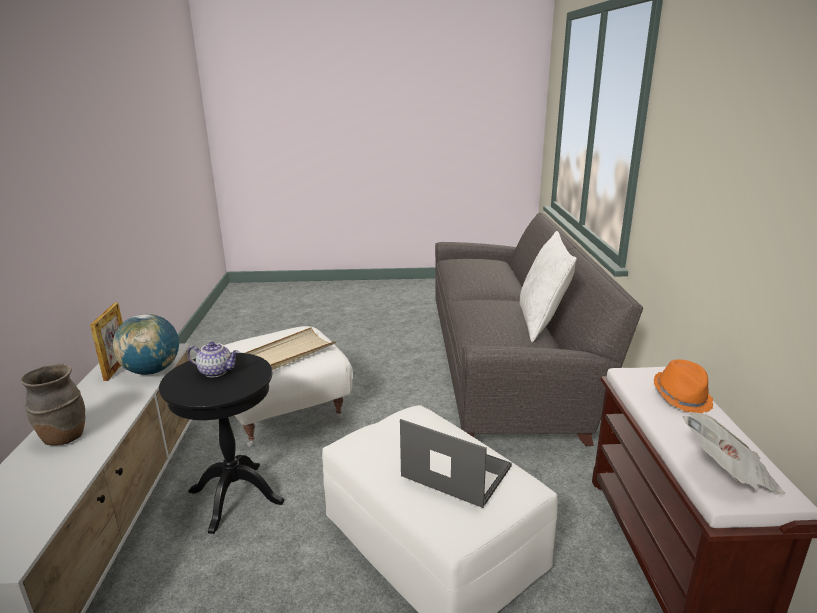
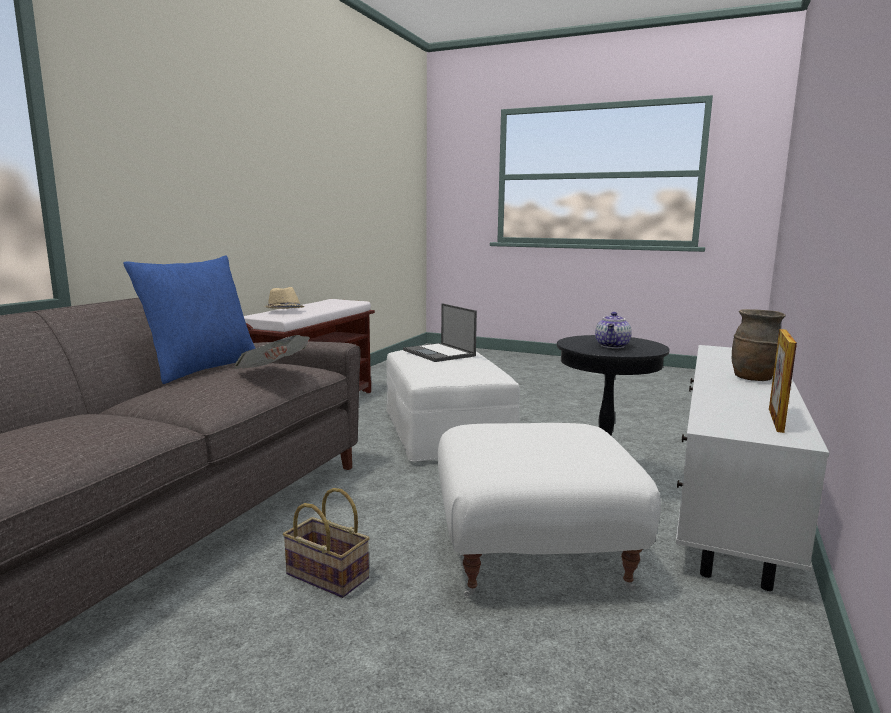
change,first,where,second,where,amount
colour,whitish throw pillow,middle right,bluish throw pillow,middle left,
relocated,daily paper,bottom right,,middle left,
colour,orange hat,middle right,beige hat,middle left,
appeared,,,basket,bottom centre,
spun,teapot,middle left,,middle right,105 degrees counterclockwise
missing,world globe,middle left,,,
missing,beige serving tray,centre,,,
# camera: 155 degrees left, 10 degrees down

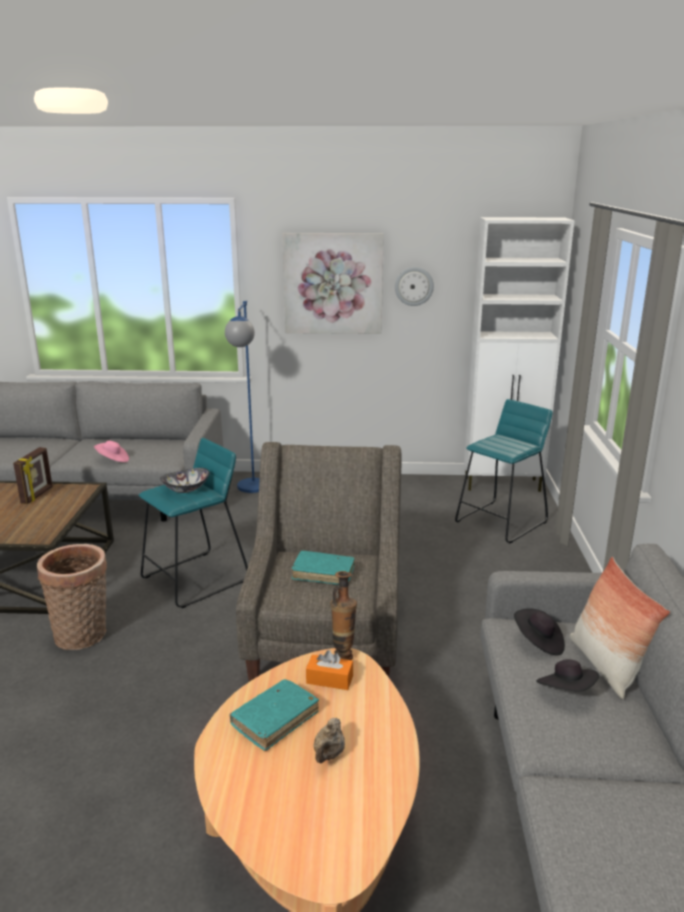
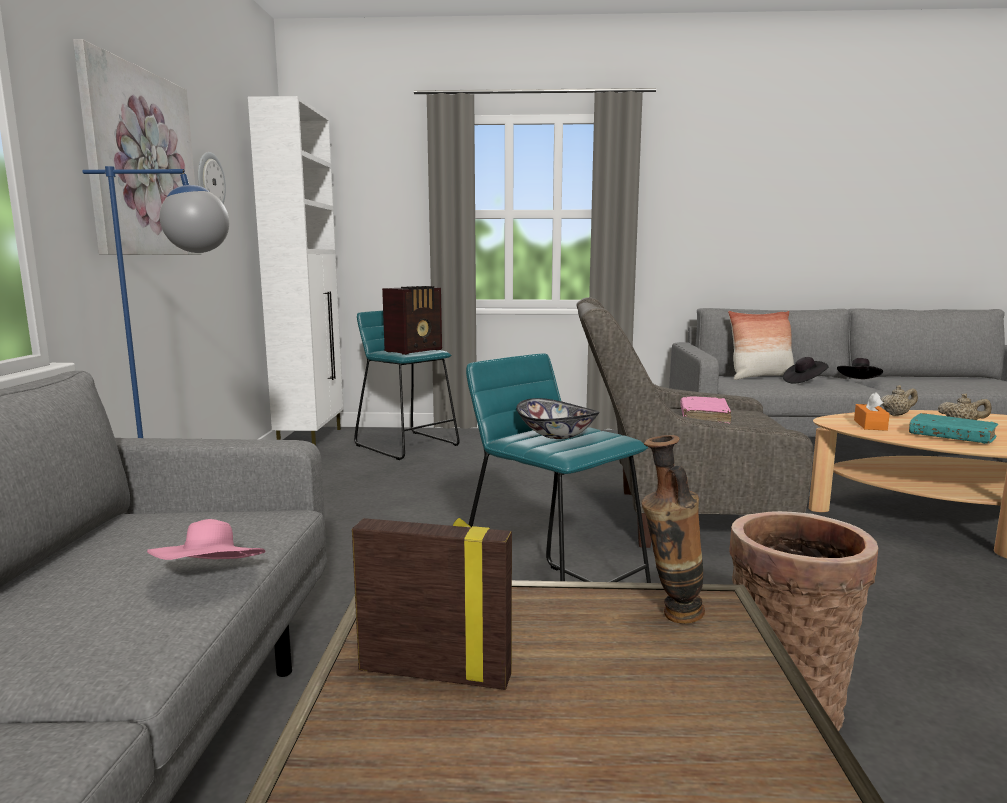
change,first,where,second,where,amount
appeared,,,radio,centre,
relocated,vase,bottom centre,,middle right,
colour,blue-green bound book (no. 2 from left),centre,pinkish bound book,middle right,
relocated,blackish hat (no. 1 from left in the first image),bottom right,blackish hat (no. 2 from left),middle right,
appeared,,,beige teapot (no. 1 from left),middle right,
# camera: 90 degrees left, 10 degrees down

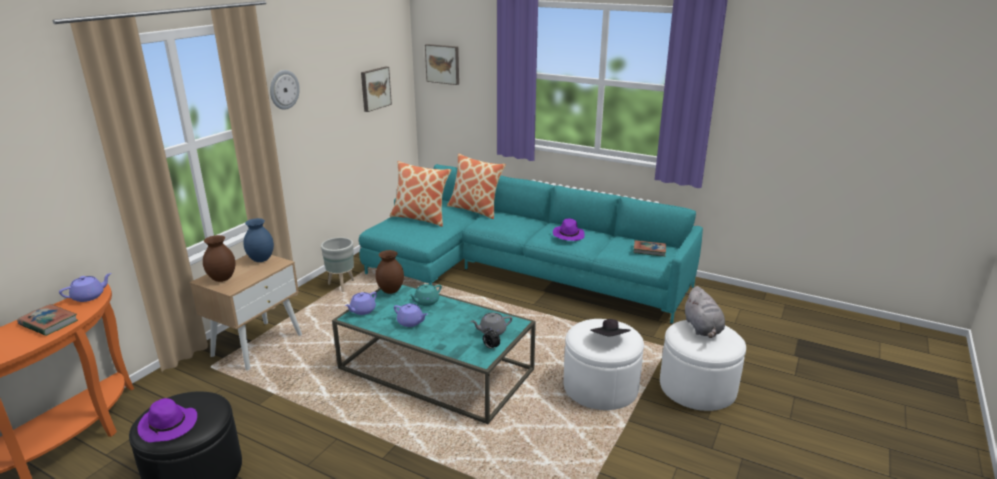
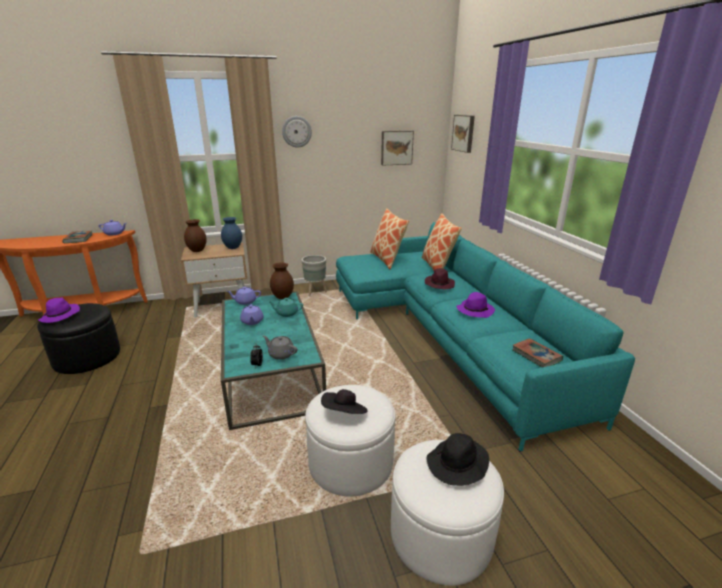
change,first,where,second,where,amount
appeared,,,purple hat (no. 2 from left),centre,
exchanged,grey plush toy,middle right,blackish hat (no. 2 from left),bottom centre,
# camera: 45 degrees right, 0 degrees up

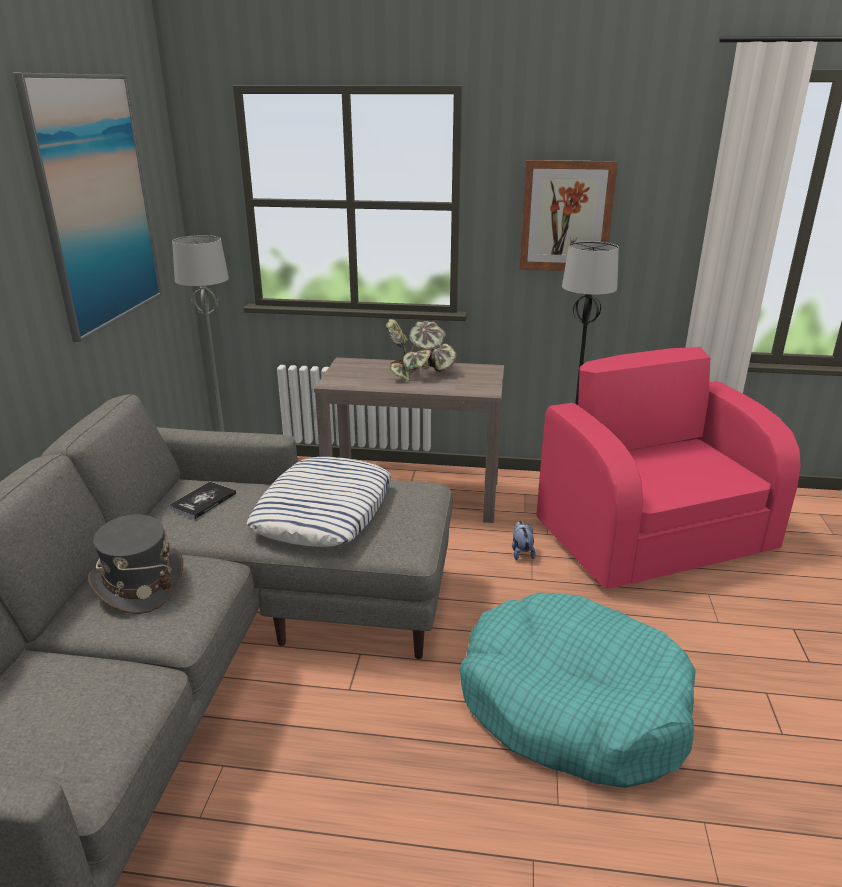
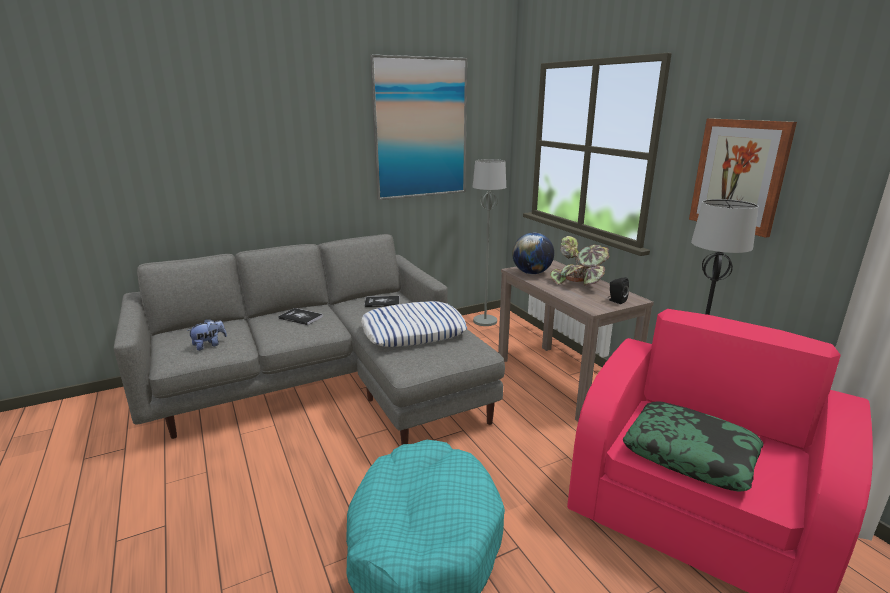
change,first,where,second,where,amount
relocated,plush toy,centre,,middle left,
exchanged,grey hat,middle left,bound book (no. 1 from left),centre,
appeared,,,world globe,centre,
appeared,,,blackish audio speaker,middle right,
appeared,,,throw pillow (no. 2 from left),bottom right,
# camera: 55 degrees right, 5 degrees down

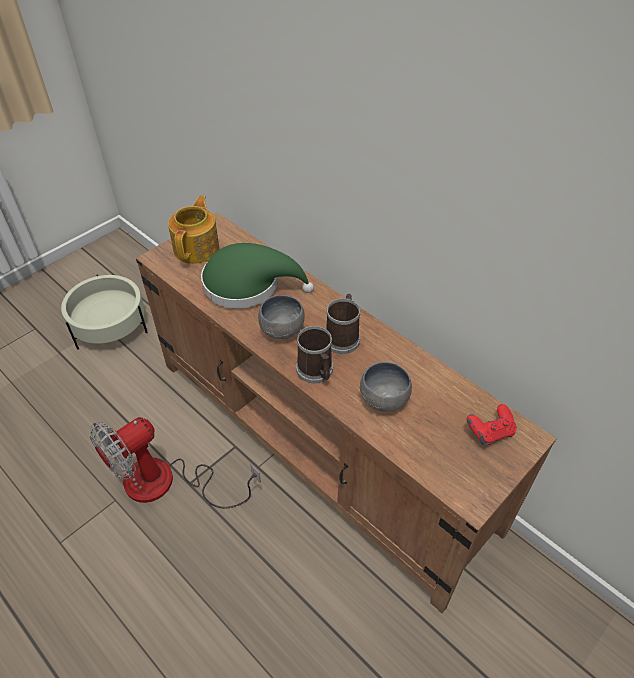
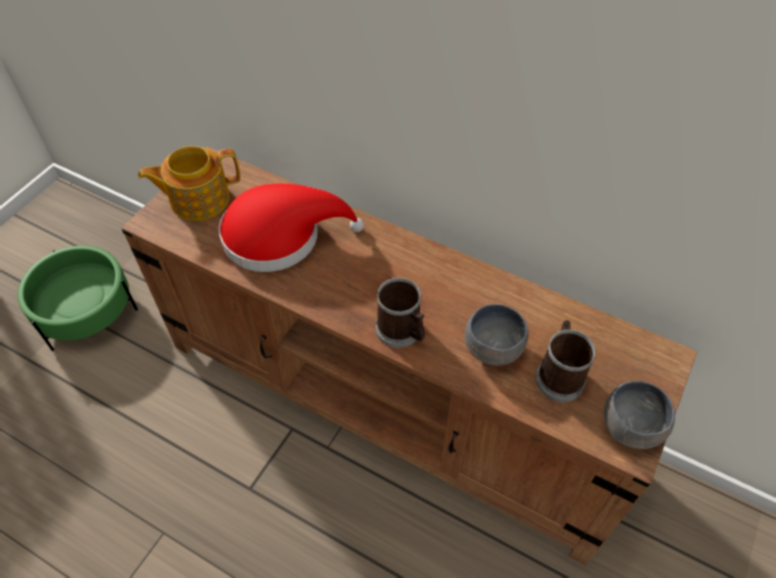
change,first,where,second,where,amount
colour,beige planter,middle left,green planter,middle left,
spun,teapot,middle left,,top left,105 degrees counterclockwise
colour,green hat,centre,red-coloured hat,centre,
relocated,tea mug (no. 2 from left),centre,,middle right,
relocated,grey deep dish (no. 1 from left in the first image),centre,grey deep dish (no. 2 from left),bottom right,
missing,cooling fan,bottom left,,,
missing,red-coloured joypad,middle right,,,
# camera: 15 degrees left, 5 degrees up

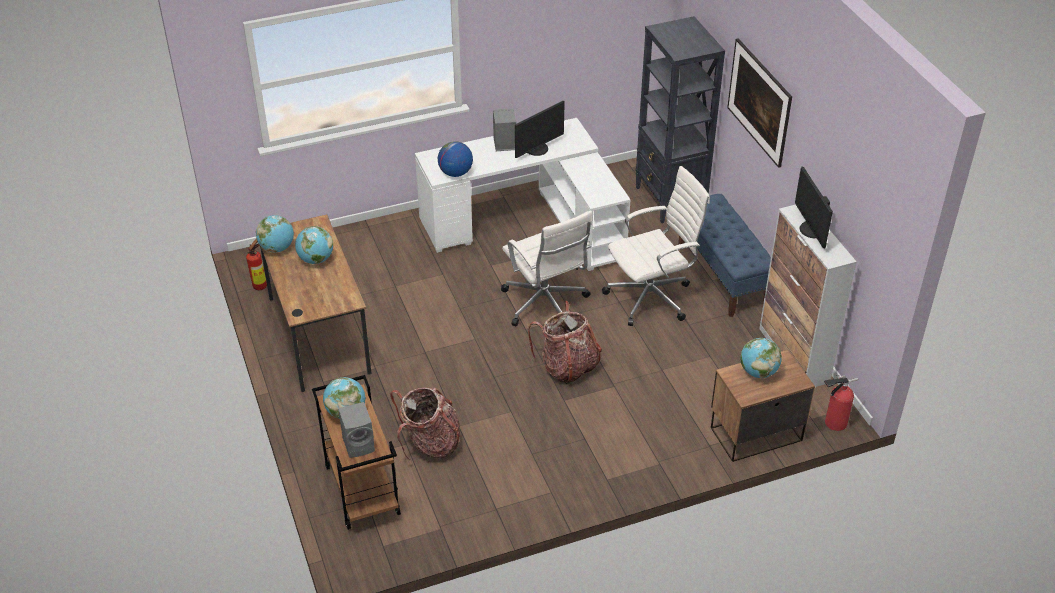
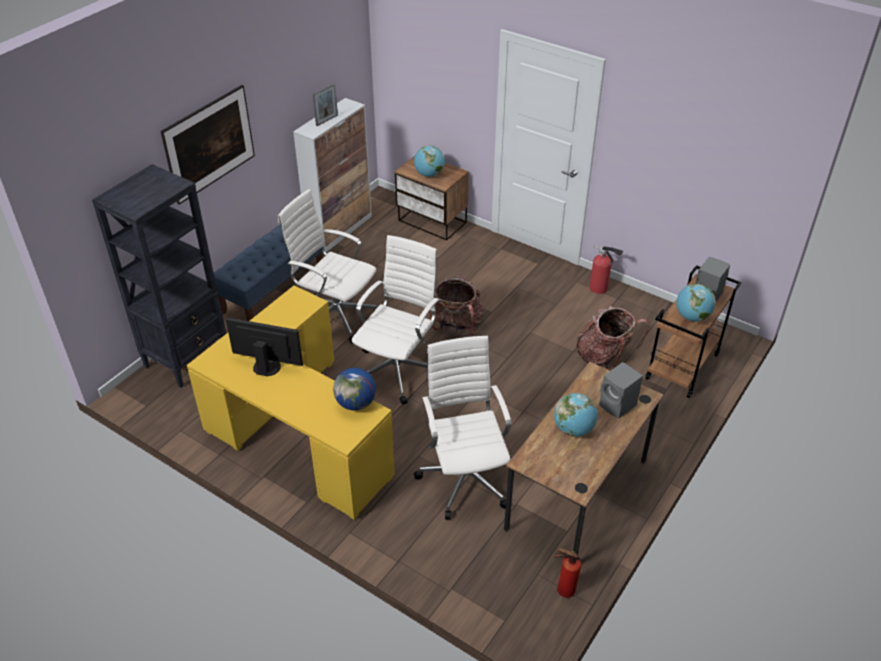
change,first,where,second,where,amount
colour,whitish desk,top centre,yellowish desk,middle left,
exchanged,computer screen (no. 2 from left),middle right,picture frame,top centre,
appeared,,,whitish office chair (no. 3 from left),centre,
relocated,fire extinguisher (no. 2 from left),bottom right,,middle right,
relocated,grey audio speaker (no. 2 from left in the first image),top centre,grey audio speaker (no. 1 from left),middle right,
missing,world globe (no. 1 from left),middle left,,,
# camera: 125 degrees left, 0 degrees up

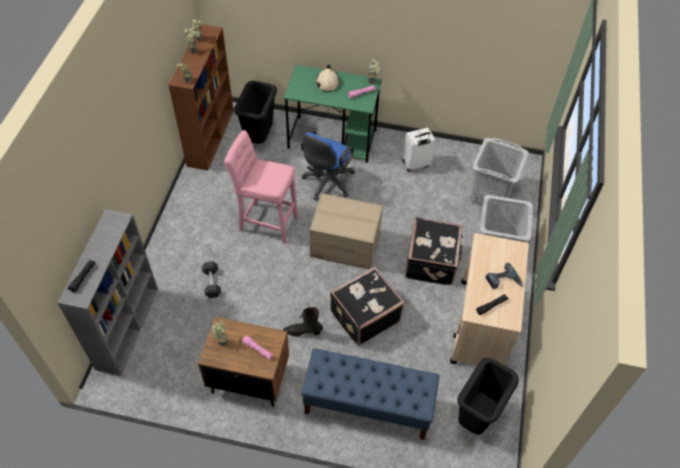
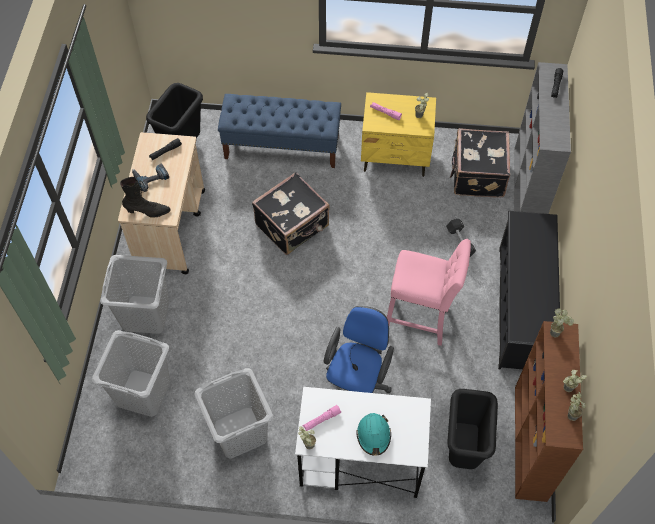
change,first,where,second,where,amount
relocated,blackish boot,bottom centre,,middle left,
exchanged,whitish piece of luggage,top centre,grey laundry basket (no. 3 from left),bottom centre,
colour,green desk,top centre,whitish desk,bottom centre,
colour,beige hard hat,top centre,blue-green hard hat,bottom centre,
colour,brown-coloured bedside table,bottom centre,yellowish bedside table,top centre,
relocated,blackish piece of luggage (no. 2 from left),centre,,top right,
appeared,,,blackish shoe stand,middle right,
missing,packing box,centre,,,
# camera: 175 degrees right, 5 degrees up

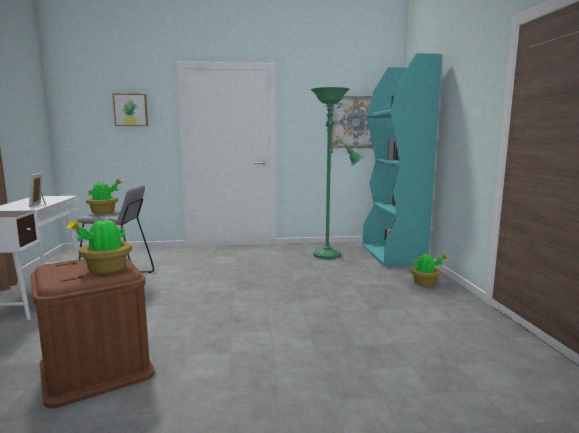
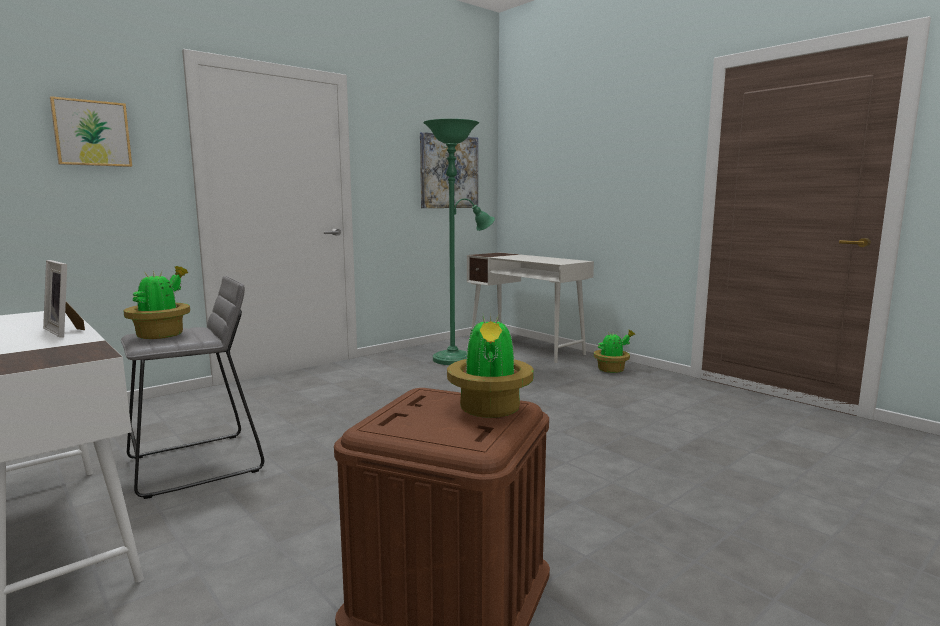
change,first,where,second,where,amount
exchanged,blue-green bookshelf,middle right,whitish desk (no. 2 from left),centre,
# camera: 35 degrees left, 0 degrees up

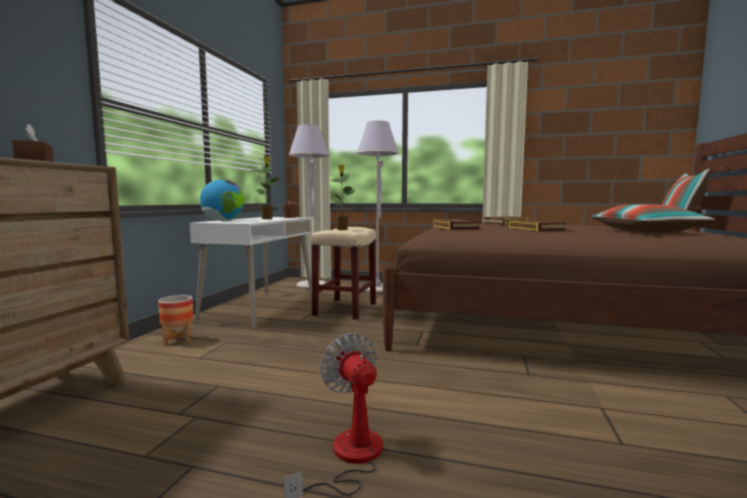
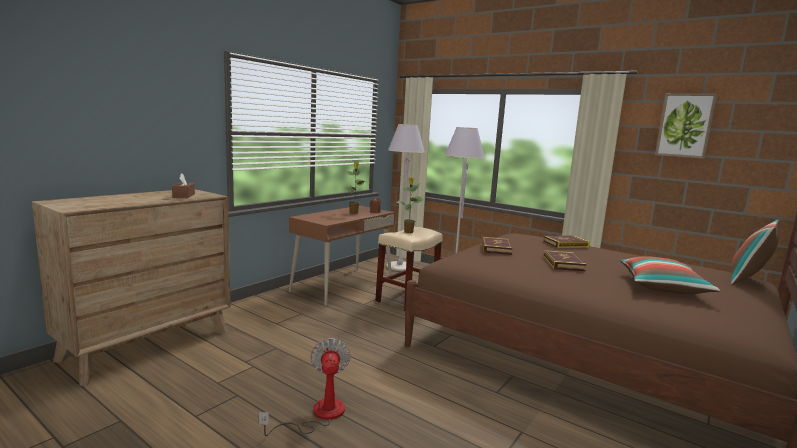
change,first,where,second,where,amount
colour,whitish desk,centre,brown-coloured desk,centre,
appeared,,,wall picture,top right,
missing,planter,middle left,,,
missing,world globe,middle left,,,
# camera: 20 degrees right, 5 degrees up

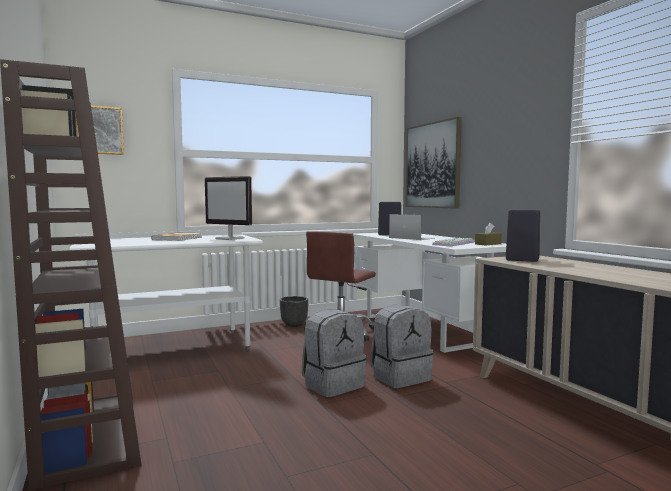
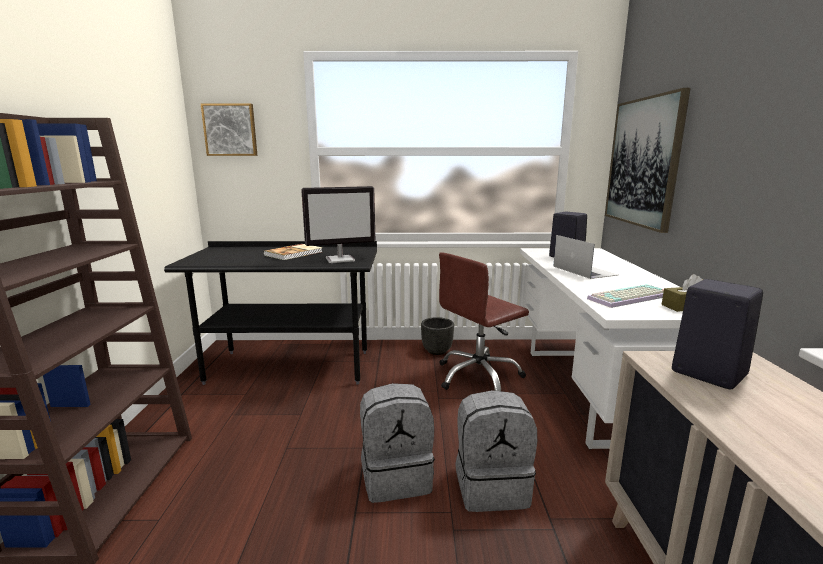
change,first,where,second,where,amount
colour,whitish desk (no. 1 from left),middle left,blackish desk,middle left,
spun,computer screen,centre,,centre,75 degrees counterclockwise
# camera: 25 degrees right, 10 degrees up

